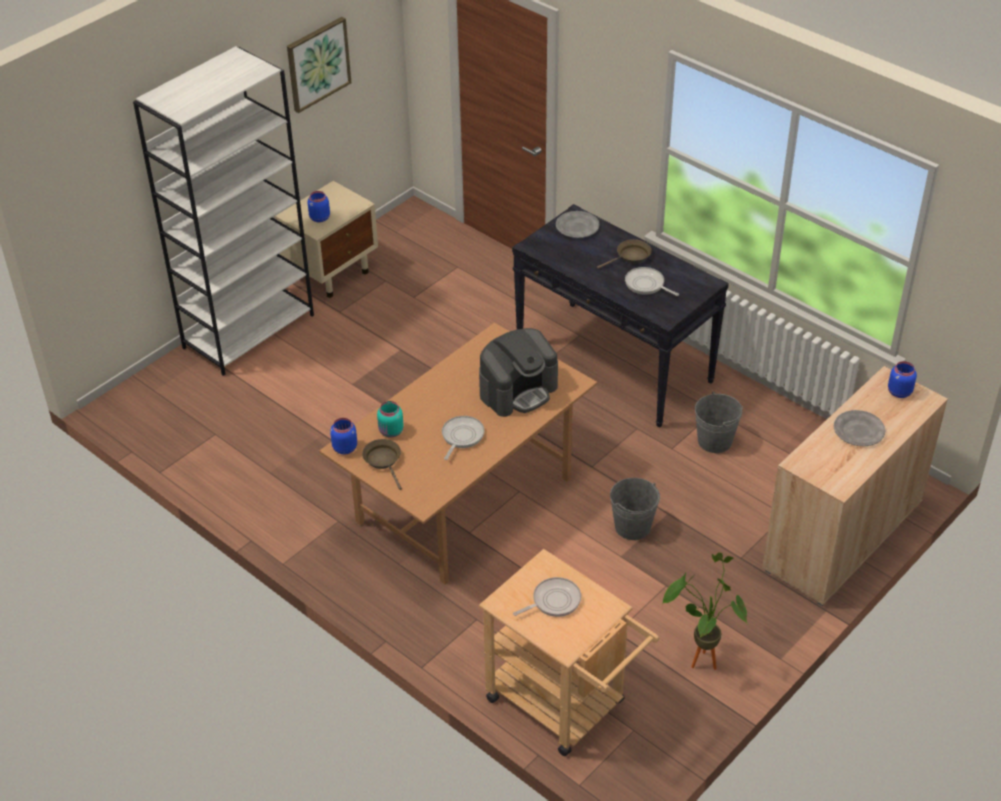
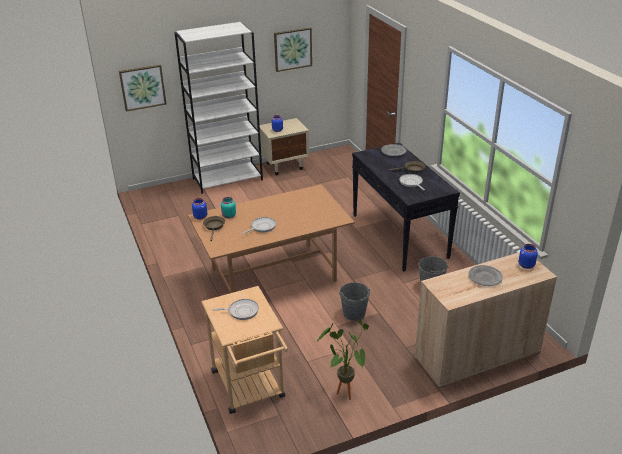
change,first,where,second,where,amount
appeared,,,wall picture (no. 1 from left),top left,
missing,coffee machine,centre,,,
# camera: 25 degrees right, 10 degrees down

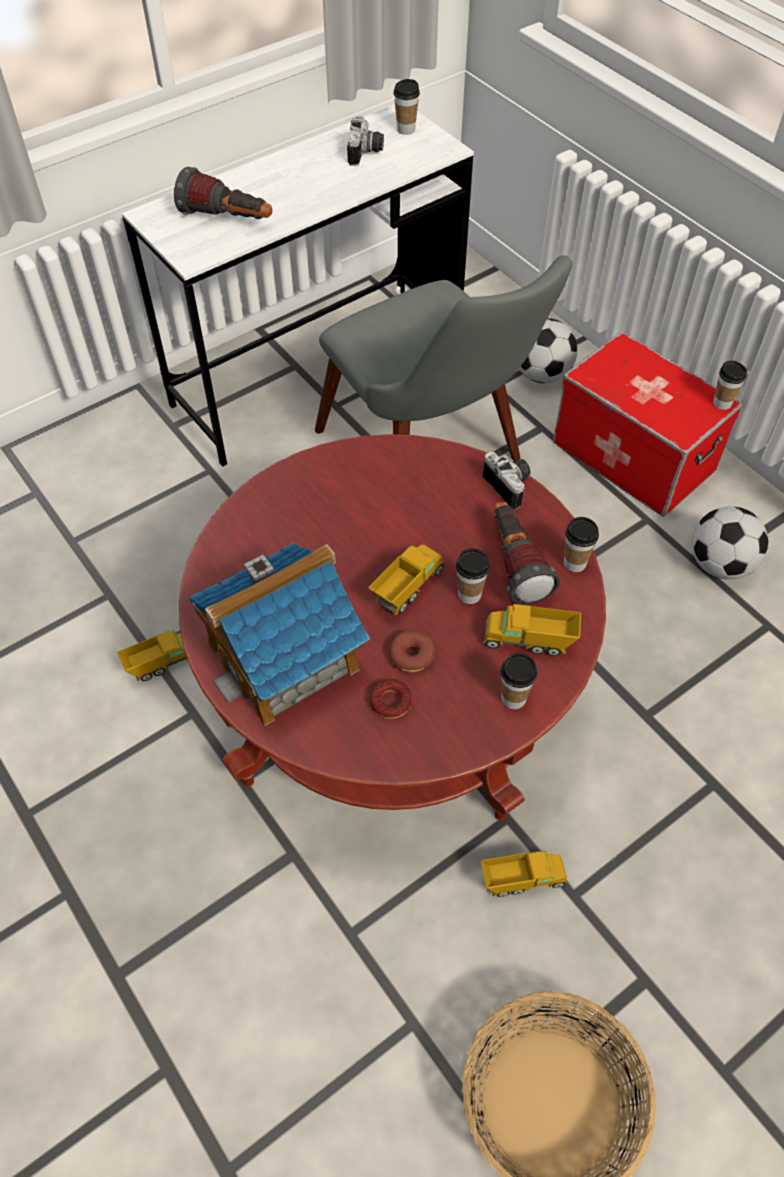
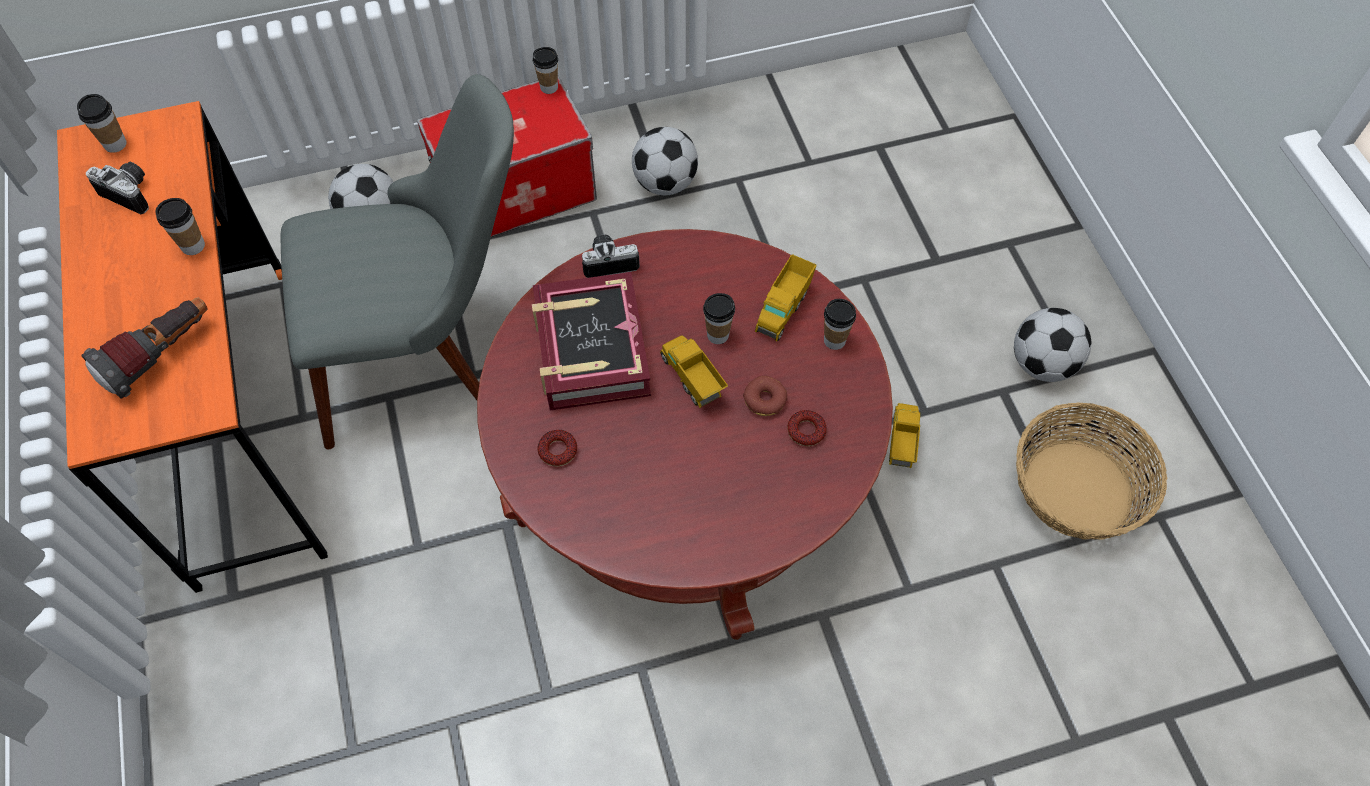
change,first,where,second,where,amount
colour,whitish desk,top centre,orange desk,middle left,
relocated,cup (no. 4 from left in the first image),middle right,cup (no. 2 from left),top left,
appeared,,,bound book,centre,
appeared,,,doughnut (no. 1 from left),centre,
appeared,,,football (no. 3 from left),middle right,
missing,toy truck (no. 1 from left),middle left,,,
missing,toy house,centre,,,
missing,torch (no. 2 from left),middle right,,,
# camera: 70 degrees left, 5 degrees up

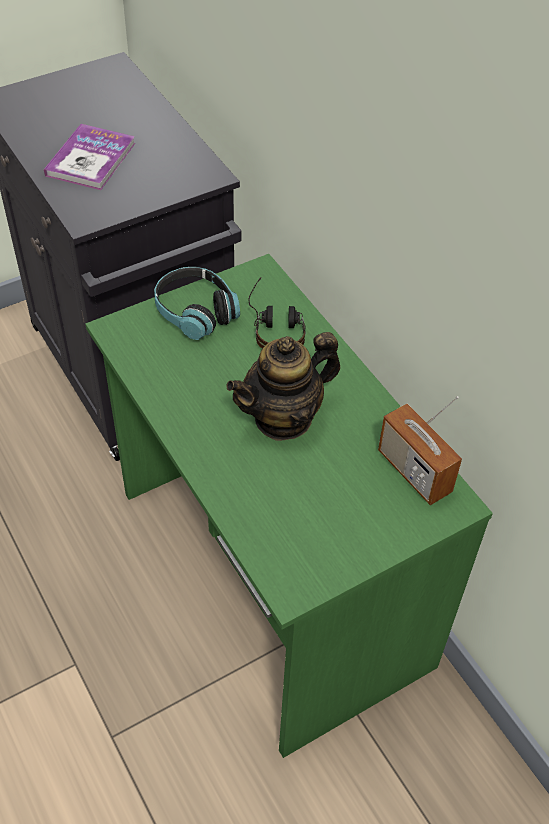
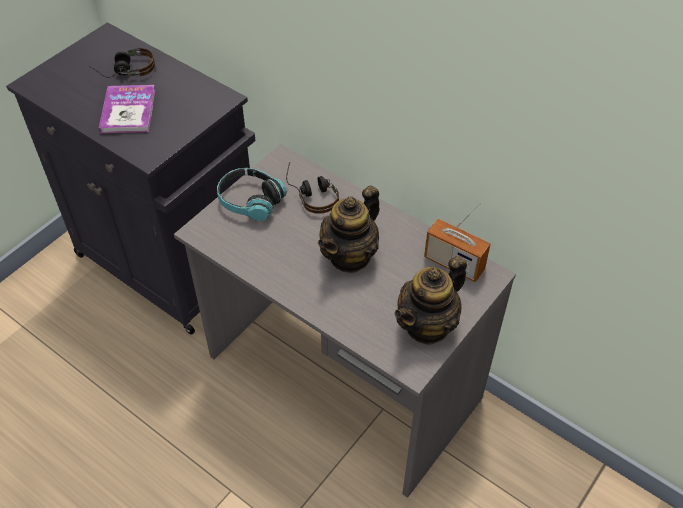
change,first,where,second,where,amount
appeared,,,pair of headphones (no. 1 from left),top left,
colour,green desk,centre,grey desk,centre,
appeared,,,teapot (no. 2 from left),centre,
# camera: 20 degrees left, 0 degrees up

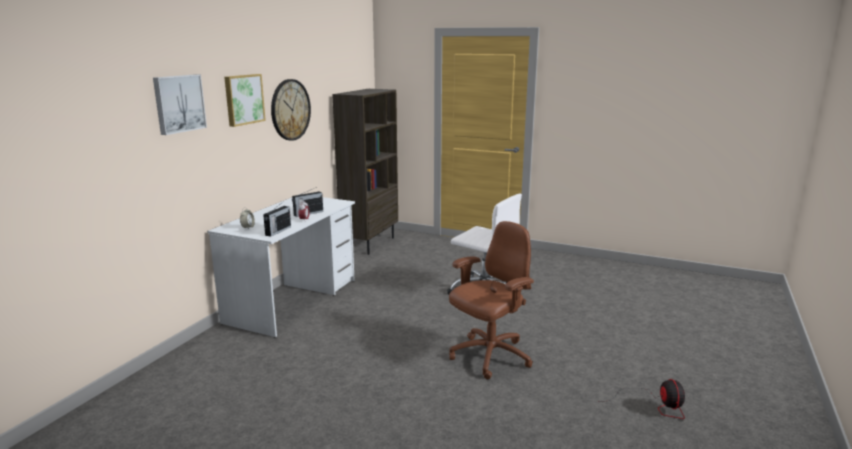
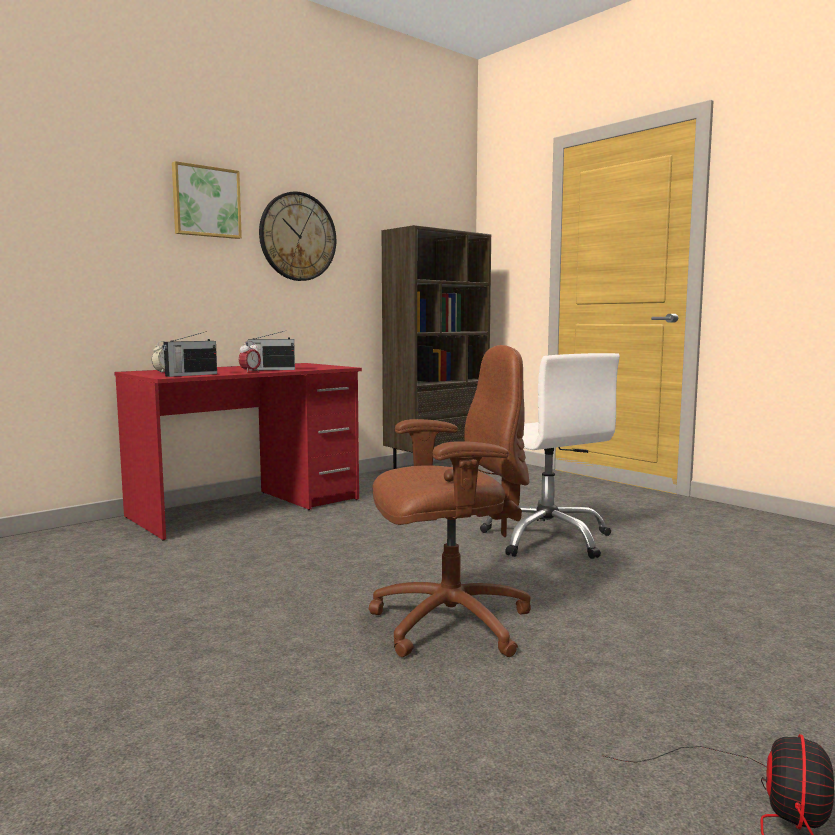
change,first,where,second,where,amount
colour,whitish desk,middle left,red-coloured desk,middle left,
missing,wall picture (no. 1 from left),top left,,,
# camera: 25 degrees right, 10 degrees down

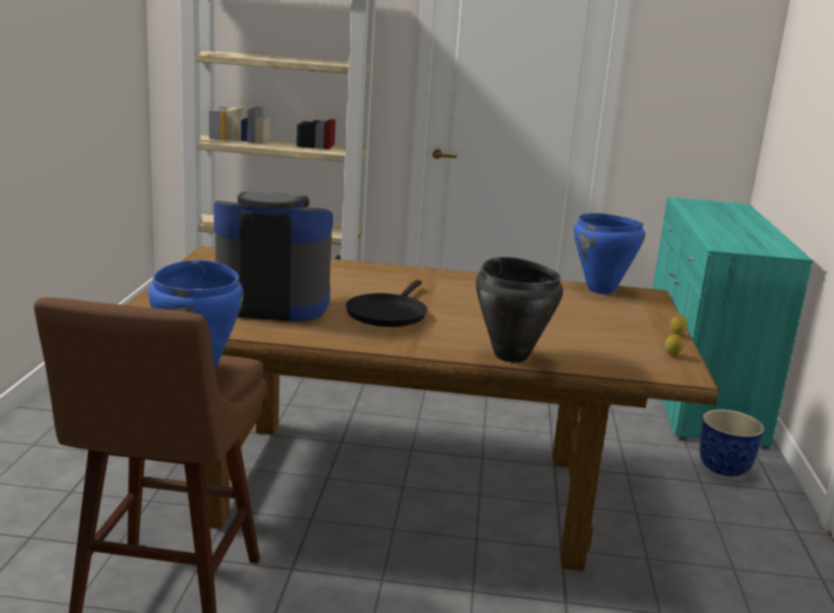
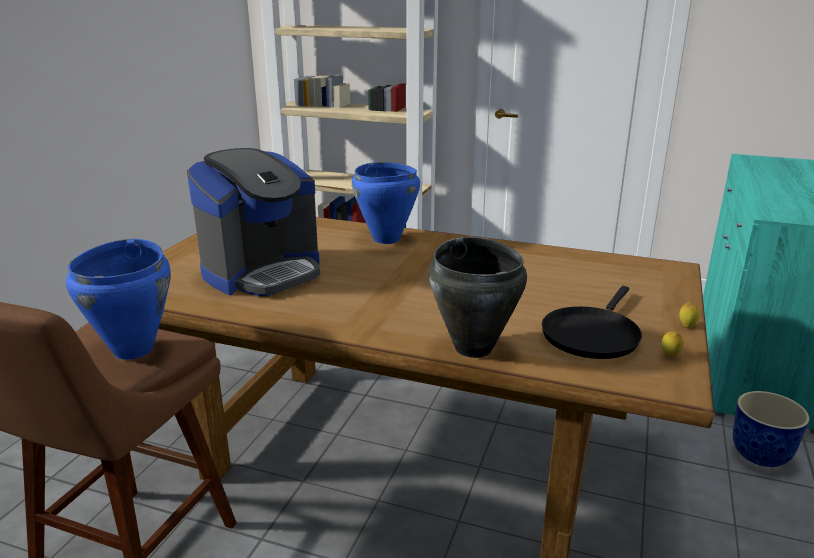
change,first,where,second,where,amount
spun,coffee machine,middle left,,middle left,120 degrees clockwise
relocated,bluish cooking pot (no. 2 from left),middle right,,centre,
relocated,blackish skillet,centre,,middle right,
# camera: 15 degrees right, 5 degrees up

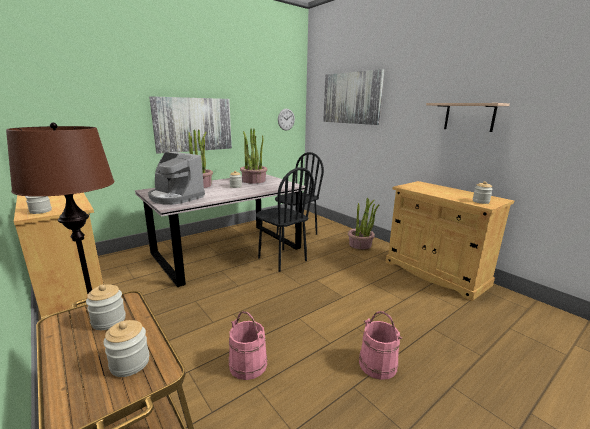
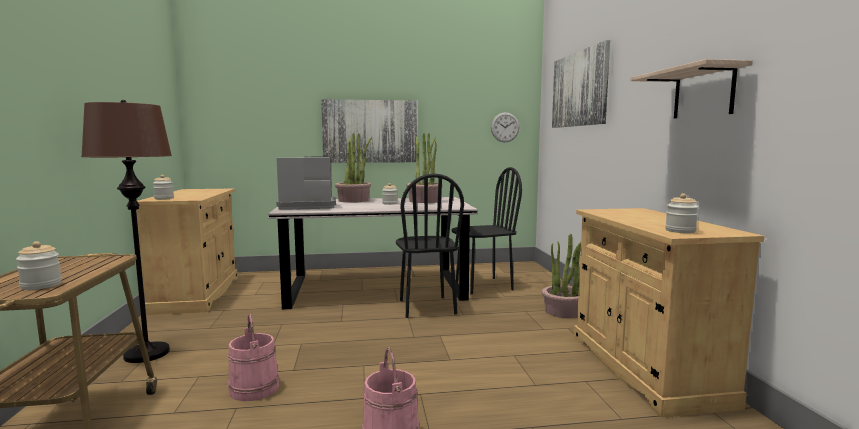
change,first,where,second,where,amount
spun,coffee machine,middle left,,centre,105 degrees clockwise
missing,storage jar (no. 2 from left),bottom left,,,
# camera: 30 degrees right, 10 degrees down

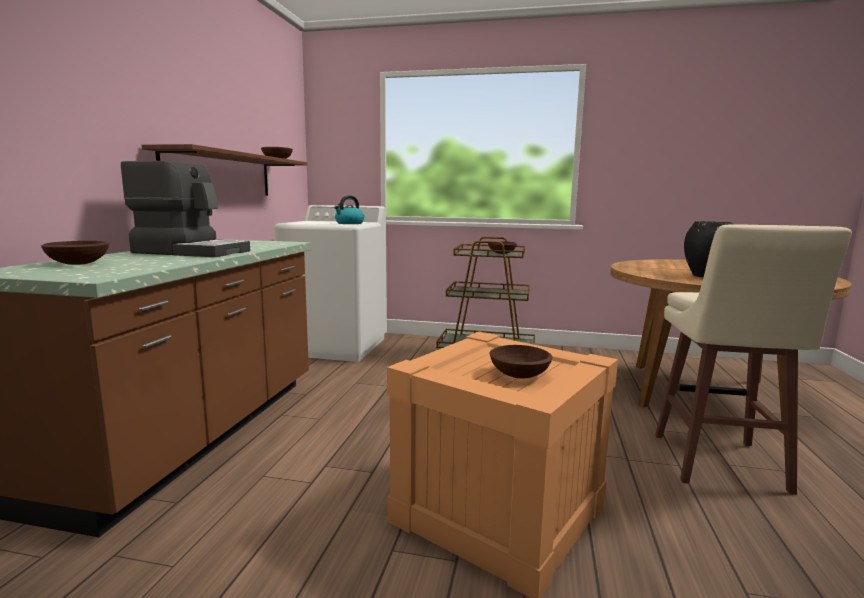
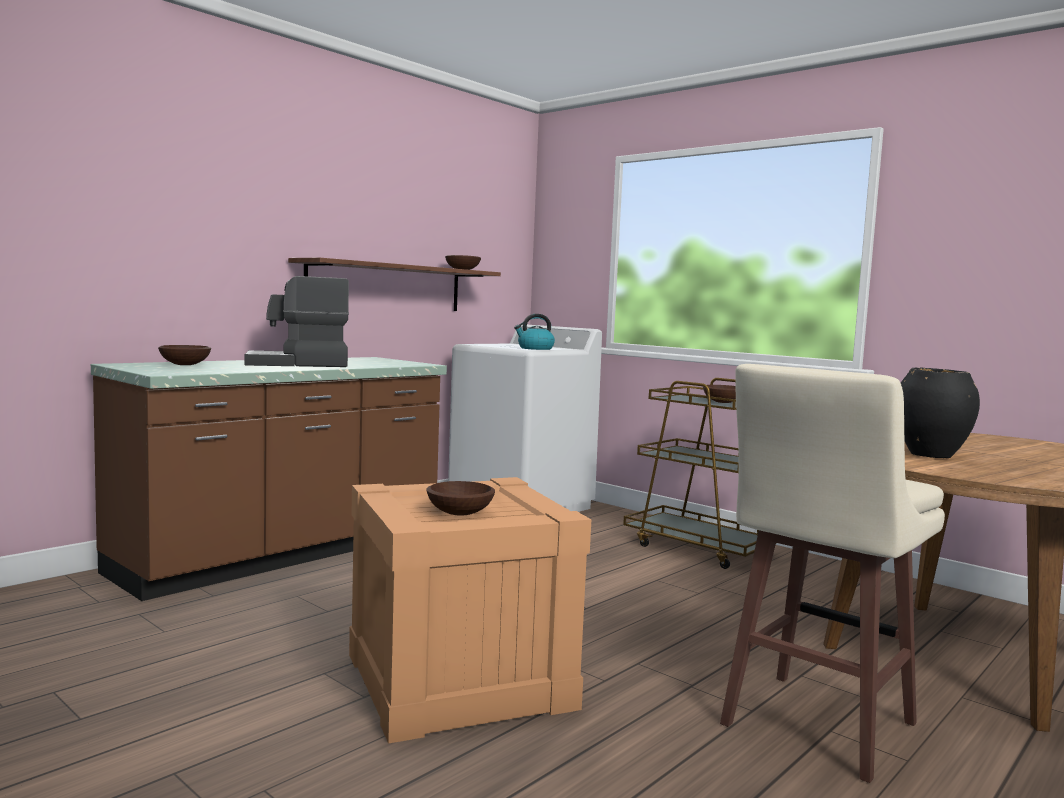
change,first,where,second,where,amount
spun,coffee machine,middle left,,middle left,120 degrees clockwise
# camera: 30 degrees right, 5 degrees down

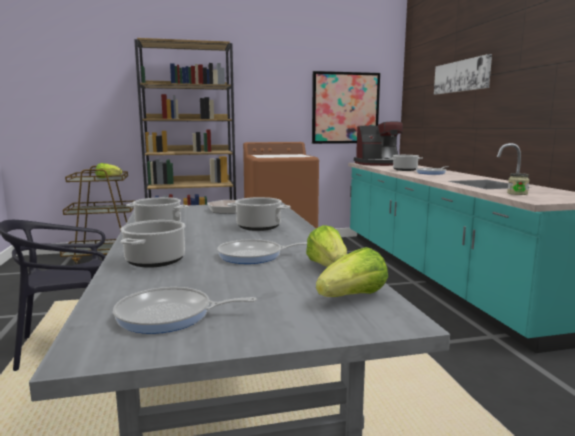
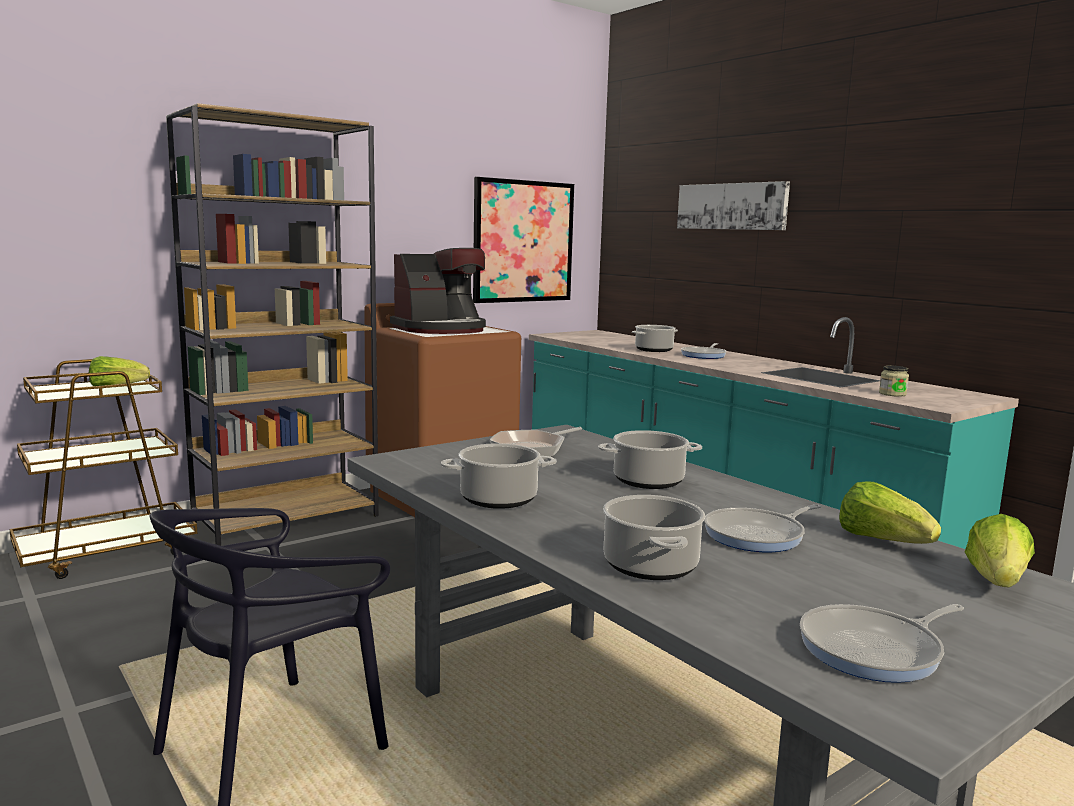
change,first,where,second,where,amount
relocated,coffee machine,top centre,,centre,
# camera: 25 degrees left, 0 degrees up

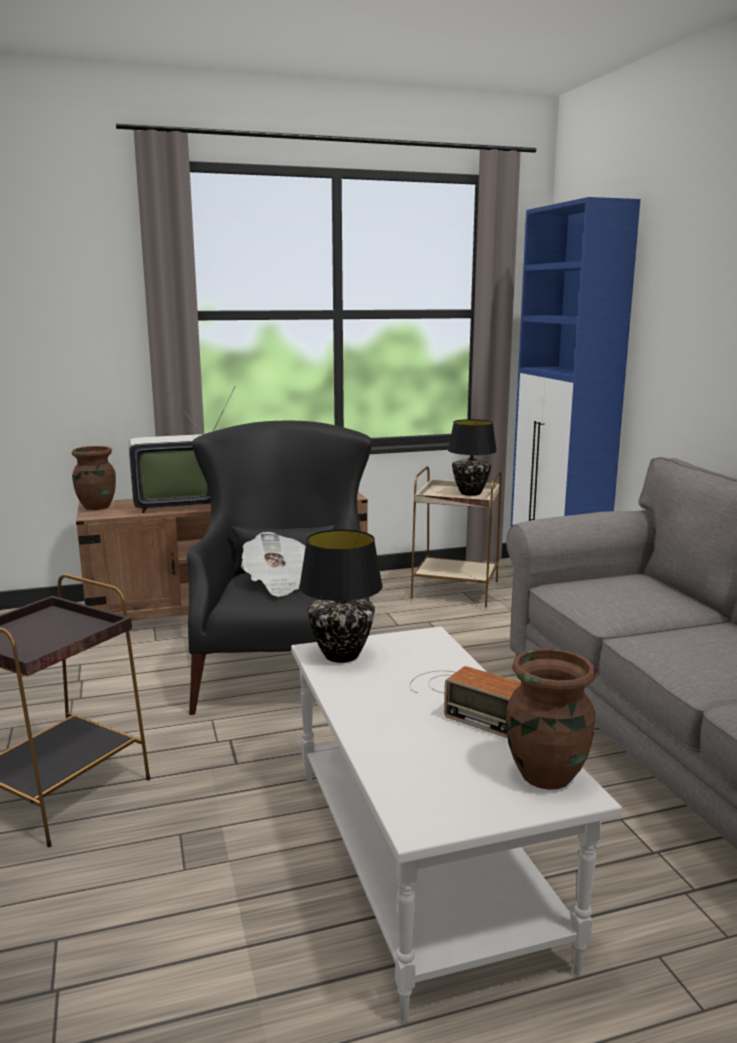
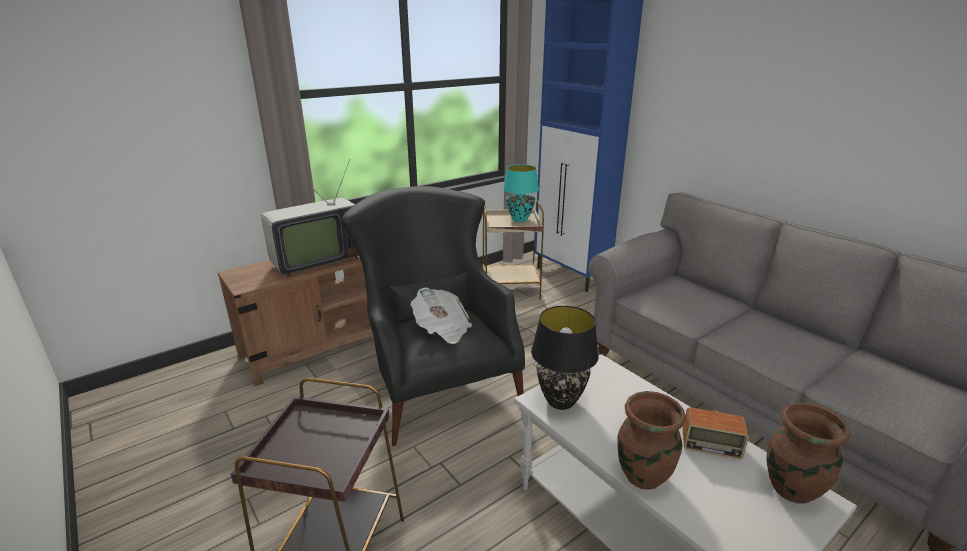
change,first,where,second,where,amount
colour,blackish table lamp (no. 2 from left),centre,blue-green table lamp,centre,
relocated,brown-coloured vase (no. 1 from left),middle left,,bottom right,
# camera: 20 degrees left, 10 degrees up

